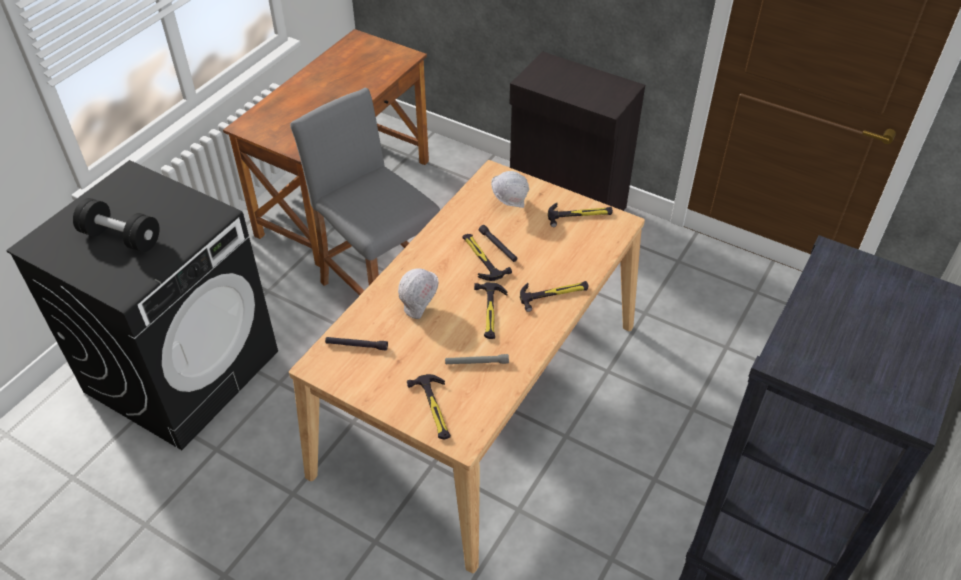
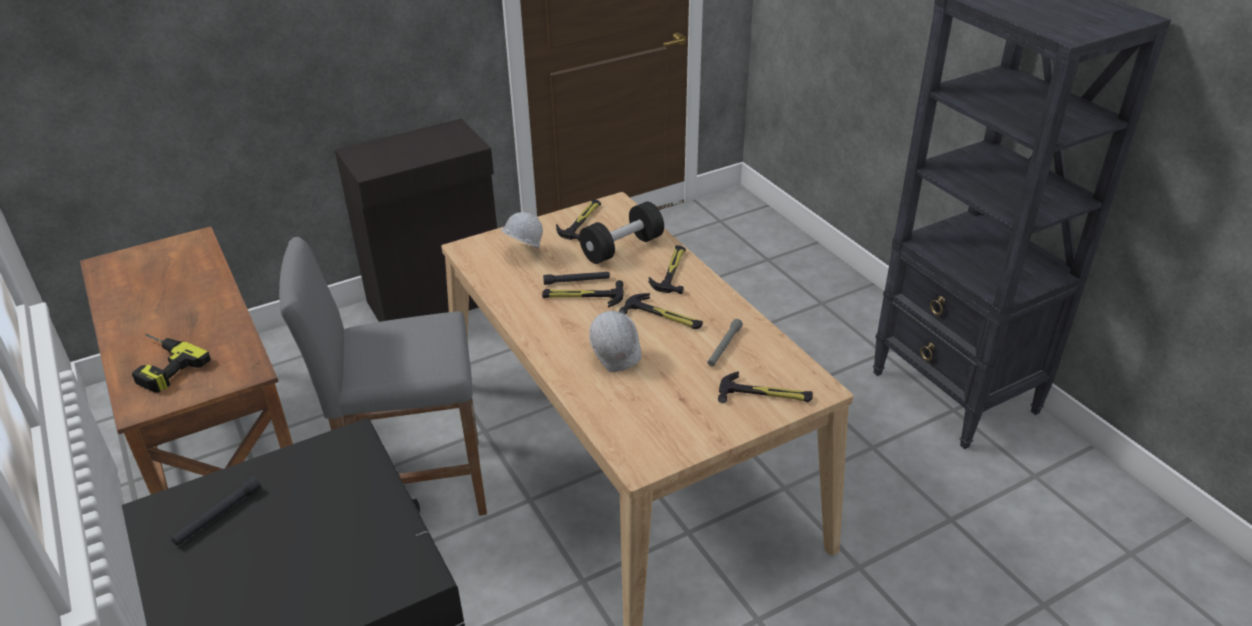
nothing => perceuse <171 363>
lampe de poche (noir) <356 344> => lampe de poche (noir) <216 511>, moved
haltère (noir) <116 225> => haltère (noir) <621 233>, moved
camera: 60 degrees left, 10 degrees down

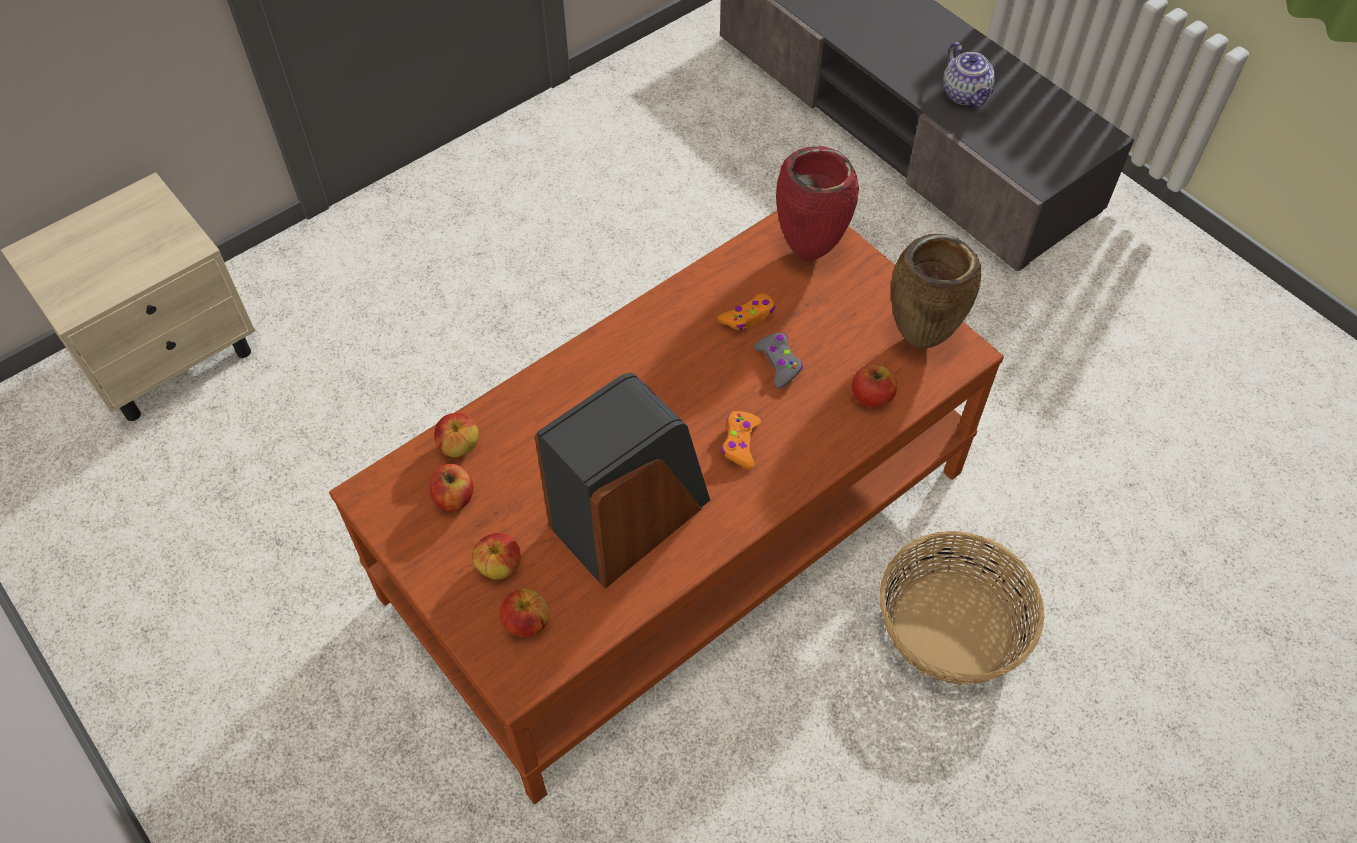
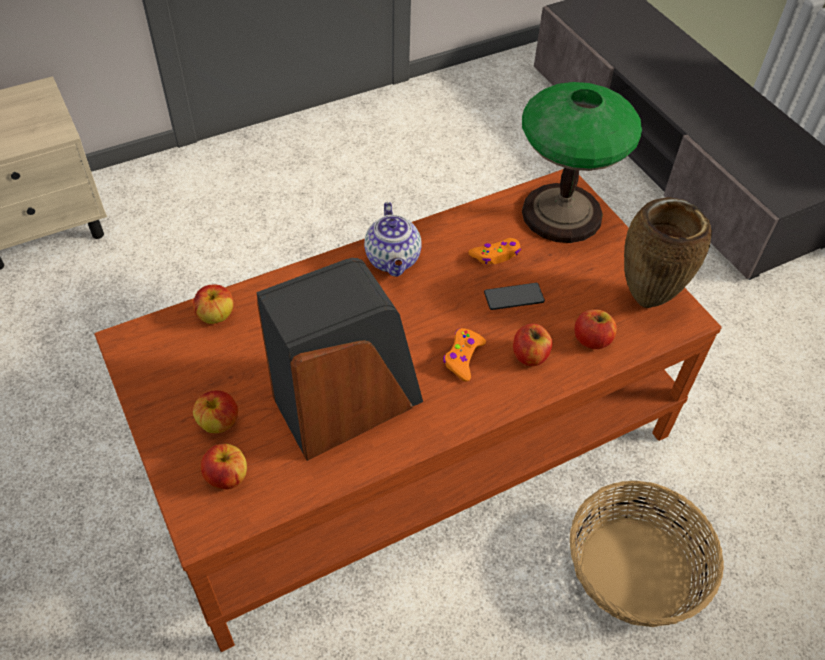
théière <969 74> => théière <393 239>, moved
manette (gris) <778 360> => téléphone <514 296>
pomme <451 487> => pomme <532 345>, moved
vase (rouge) <817 203> => lampe de table <582 162>
camera: 10 degrees right, 5 degrees down

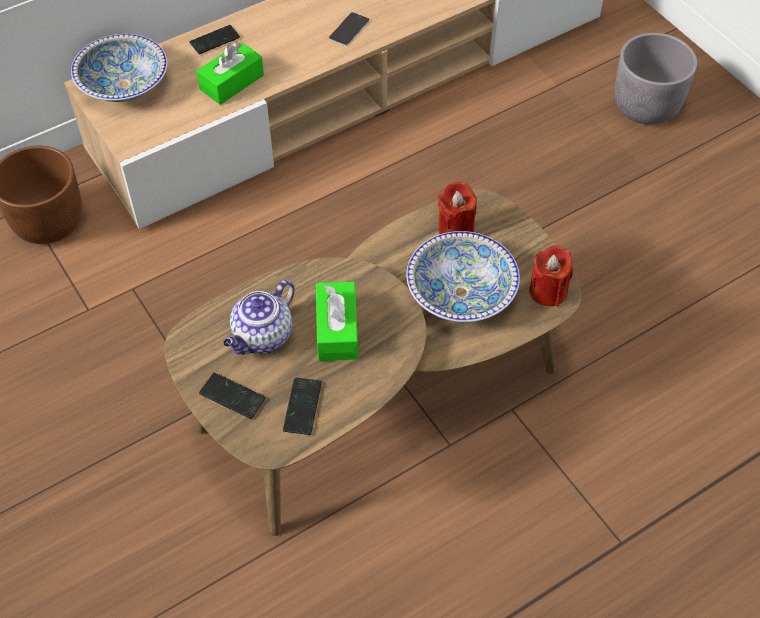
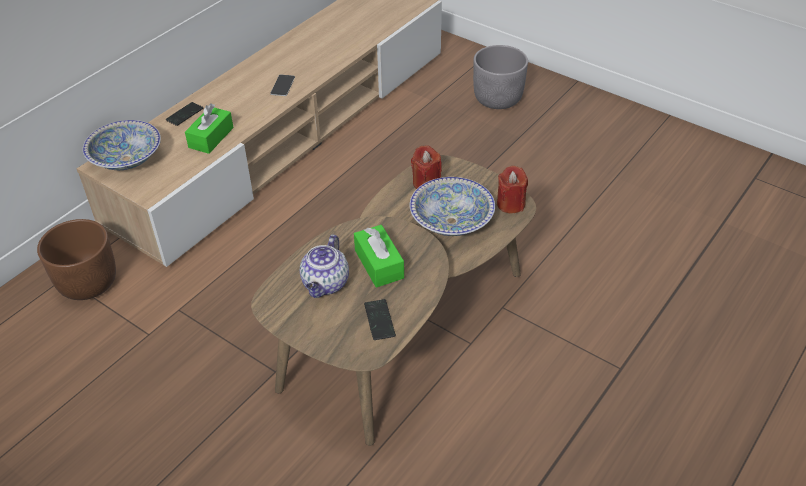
téléphone <232 396> => nothing
camera: 20 degrees left, 10 degrees down

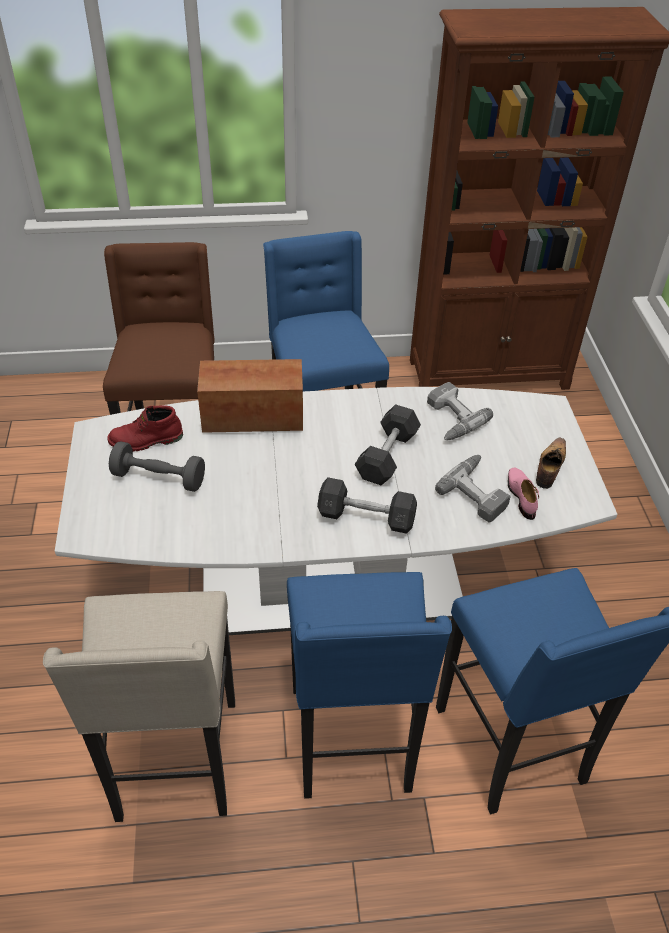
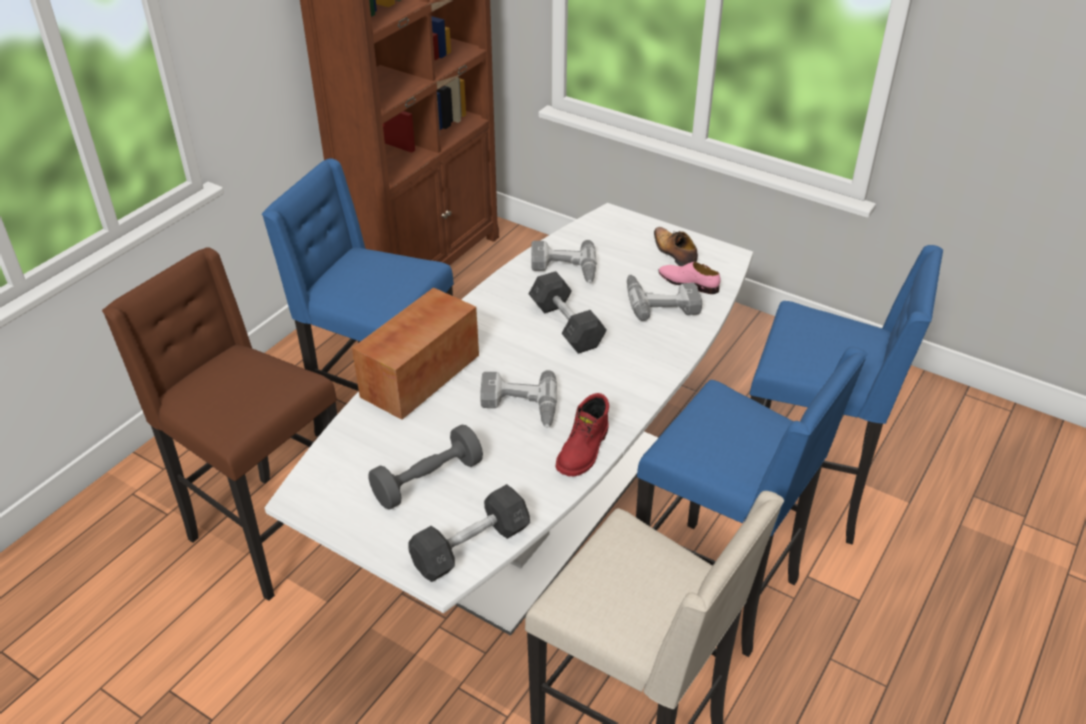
haltère (gris) <367 505> => haltère (gris) <469 533>, moved
nothing => perceuse <518 399>
botte (rouge) <145 428> => botte (rouge) <582 435>, moved
camera: 50 degrees left, 5 degrees down

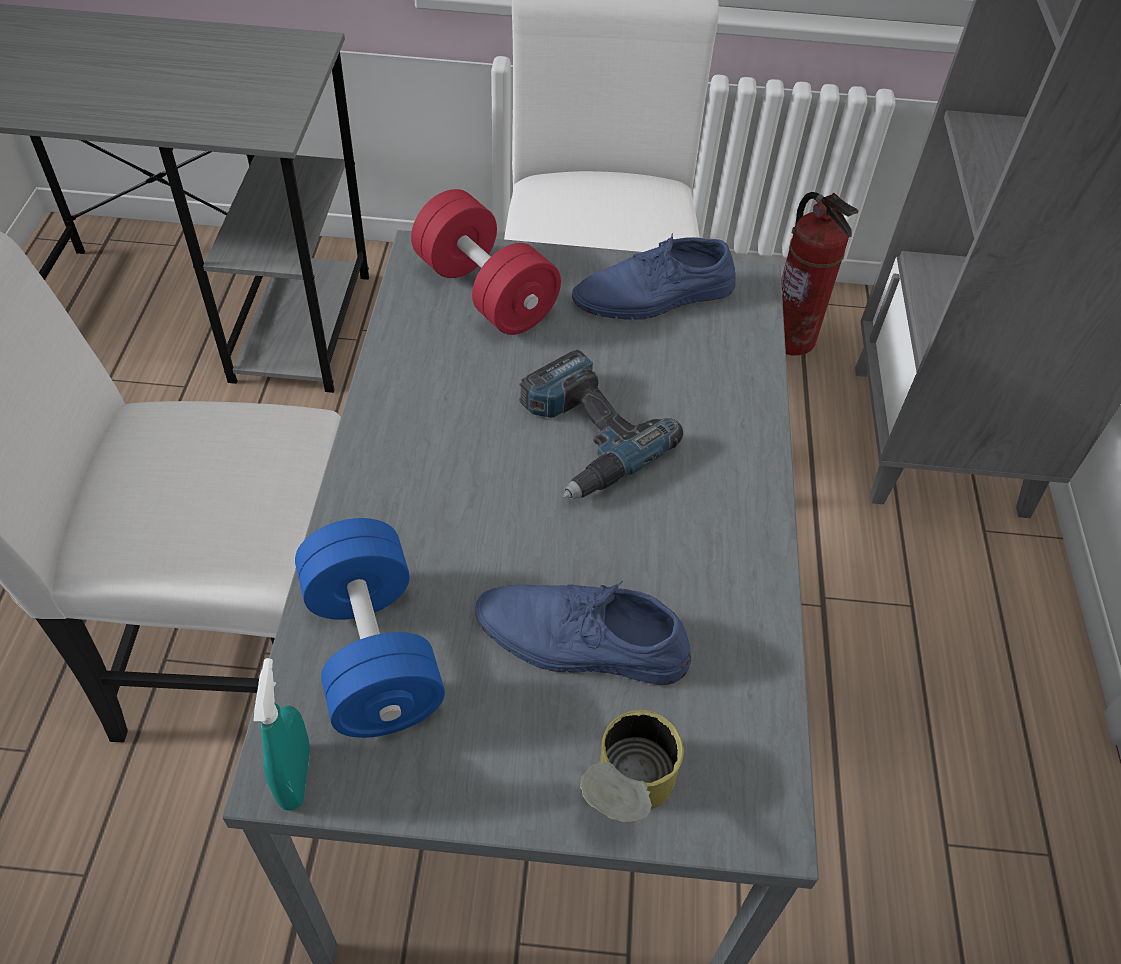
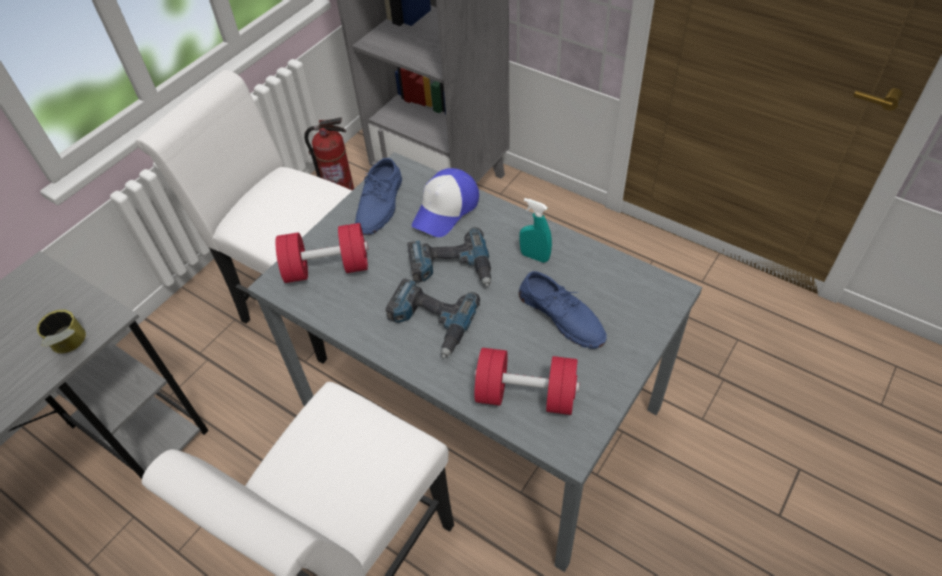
boîte métallique <632 766> => boîte métallique <61 331>, moved
nothing => perceuse <432 318>
nothing => casquette <445 202>
haltère (bleu) <370 628> => haltère (rouge) <526 381>
vaporisateur (turquoise) <282 734> => vaporisateur (turquoise) <535 230>, moved
chaussure (bleu) <583 632> => chaussure (bleu) <563 310>, 90 degrees counterclockwise
camera: 55 degrees left, 0 degrees up

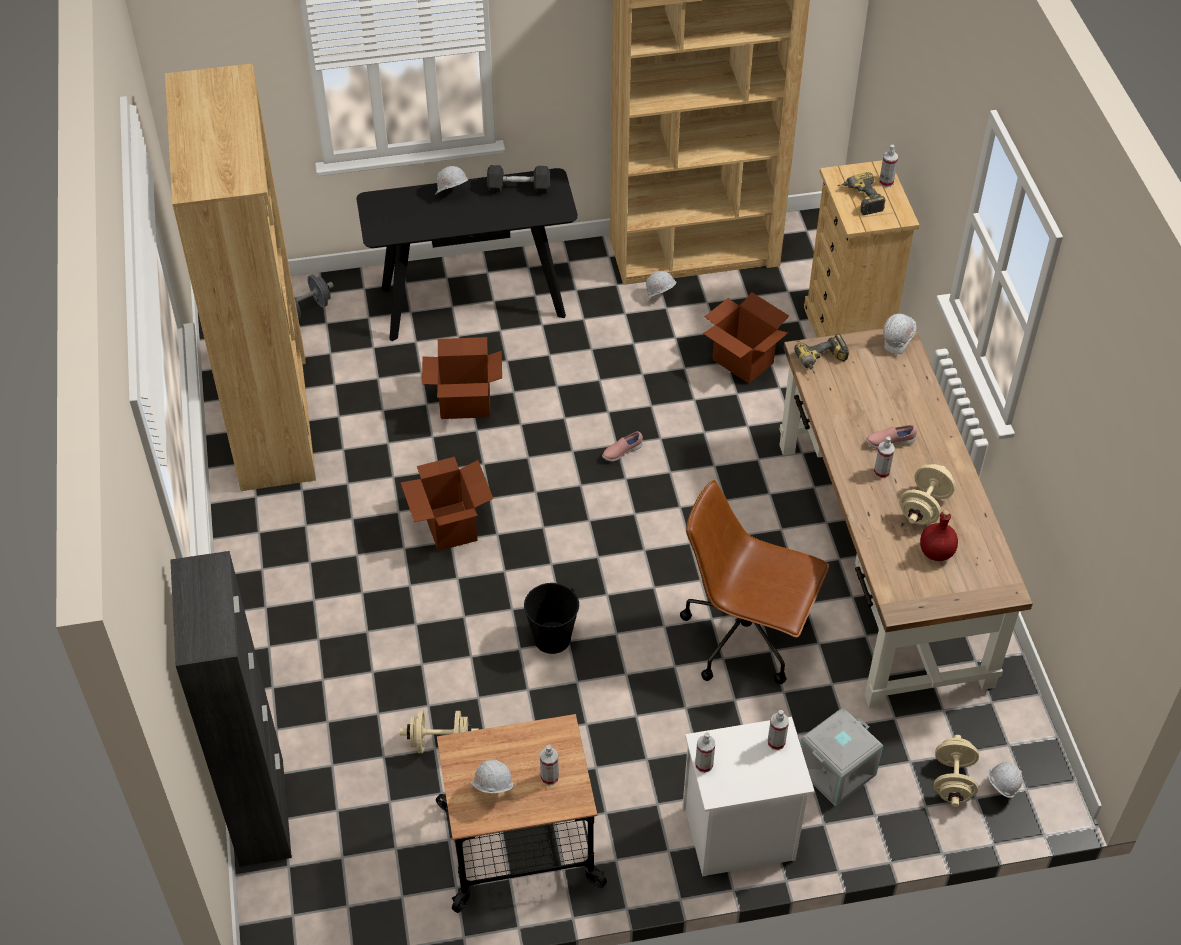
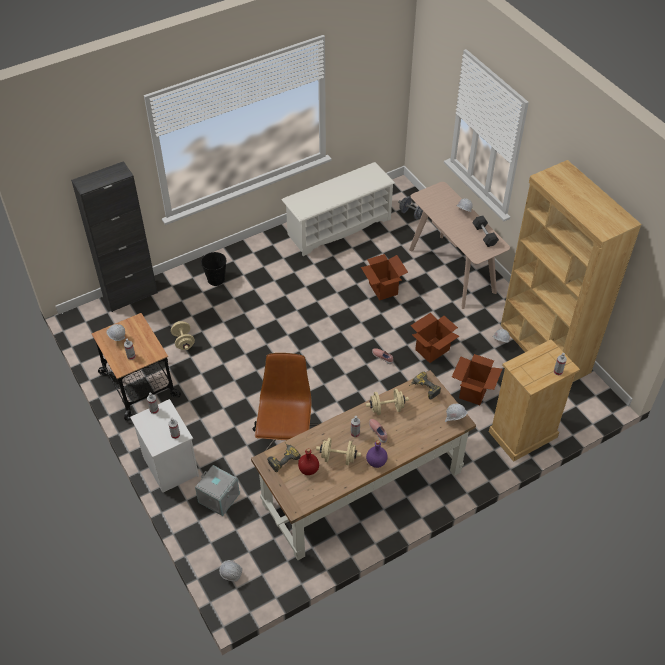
seau (noir) <551 618> => seau (noir) <214 269>, moved
perceuse <861 193> => perceuse <284 457>, moved
bibliothèque (marron) <240 277> => étagère à chaussures (blanc) <338 209>
haltère (beige) <956 771> => haltère (beige) <387 402>, moved
nothing => bouteille (violet) <377 454>
table console (noir) <467 254> => table console (beige) <459 245>
carton <446 504> => carton <435 338>, moved
camera: 70 degrees right, 0 degrees up

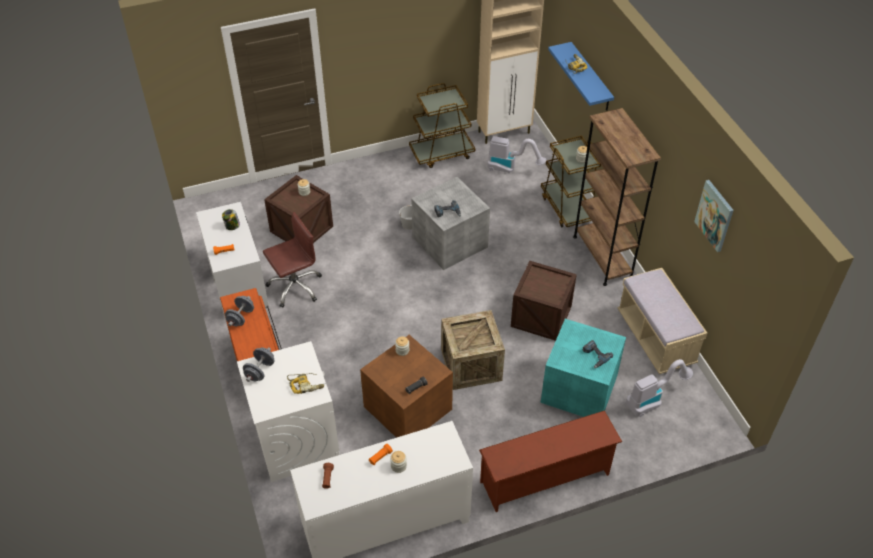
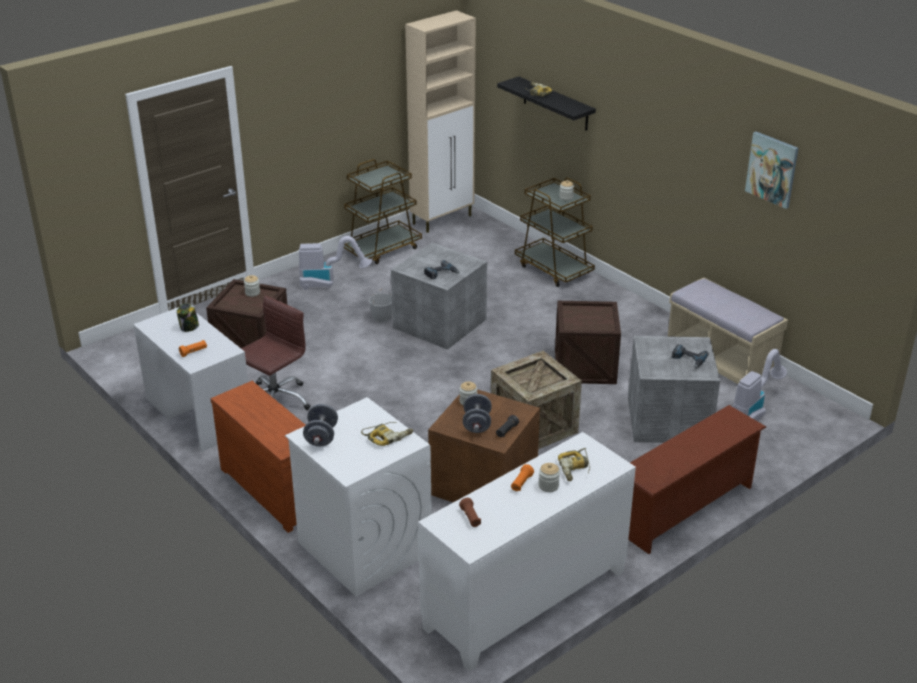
aspirateur <516 154> => aspirateur <335 263>, moved
haltère (gris) <239 311> => haltère (gris) <477 413>, moved
étagère (bleu) <581 76> => étagère (noir) <546 104>
nothing => perceuse <574 464>
boîte de rangement (turquoise) <583 368> => boîte de rangement (gris) <674 389>
bibliothèque (marron) <617 197> => nothing
camera: 20 degrees left, 15 degrees down

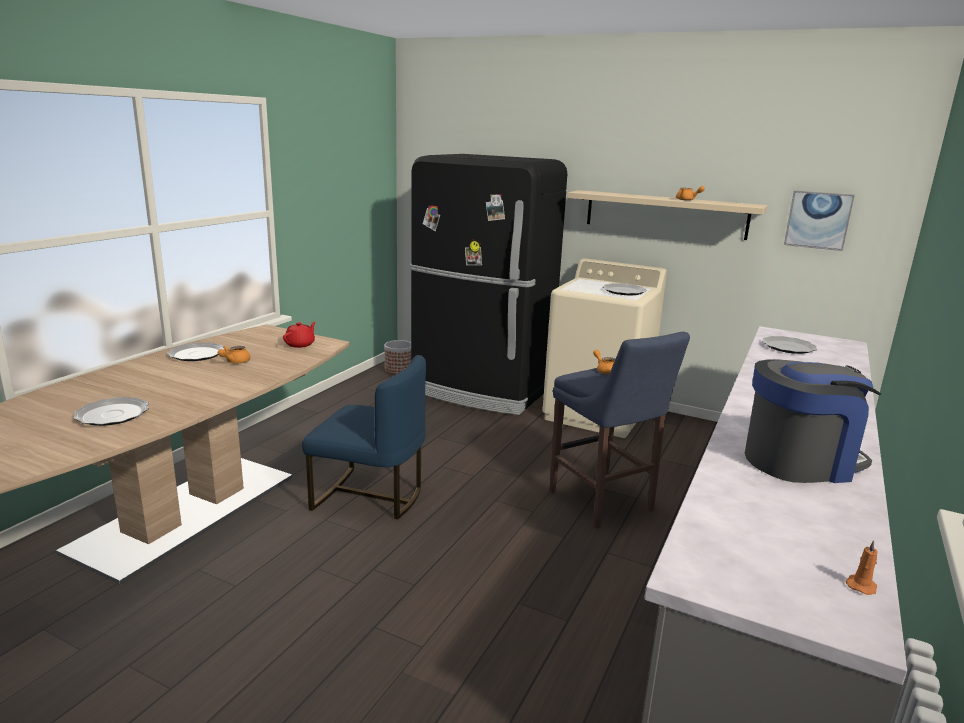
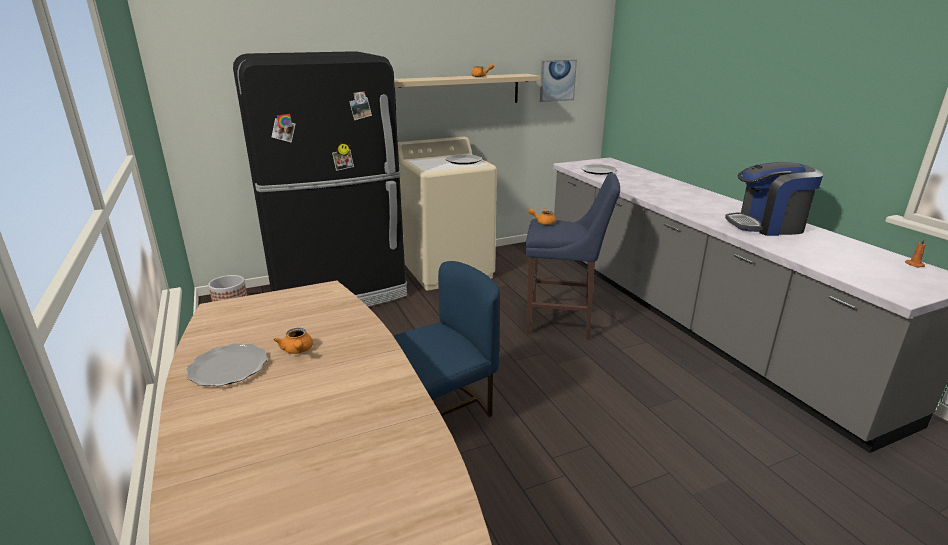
machine à café <813 421> => machine à café <774 199>, 120 degrees counterclockwise
assiette <111 411> => nothing
théière (rouge) <299 335> => nothing
camera: 50 degrees left, 5 degrees up

